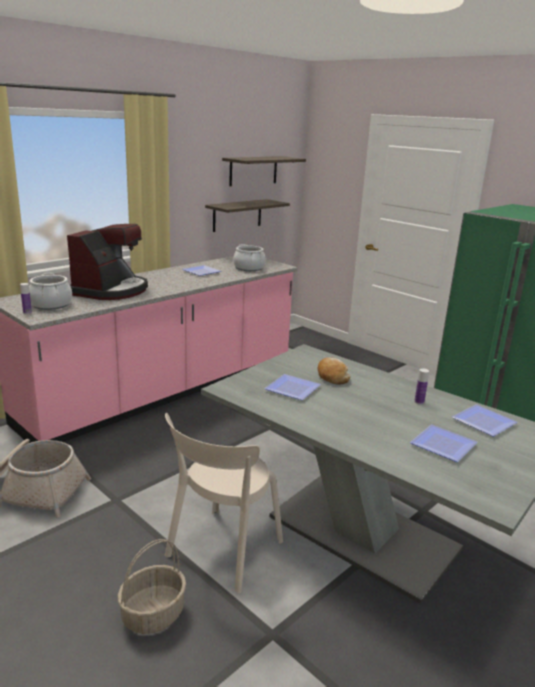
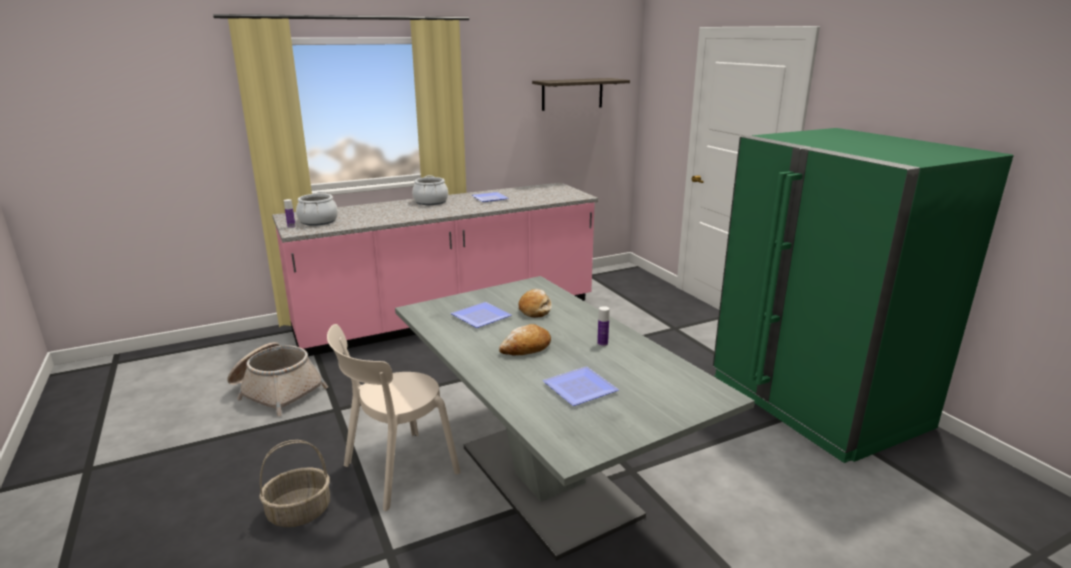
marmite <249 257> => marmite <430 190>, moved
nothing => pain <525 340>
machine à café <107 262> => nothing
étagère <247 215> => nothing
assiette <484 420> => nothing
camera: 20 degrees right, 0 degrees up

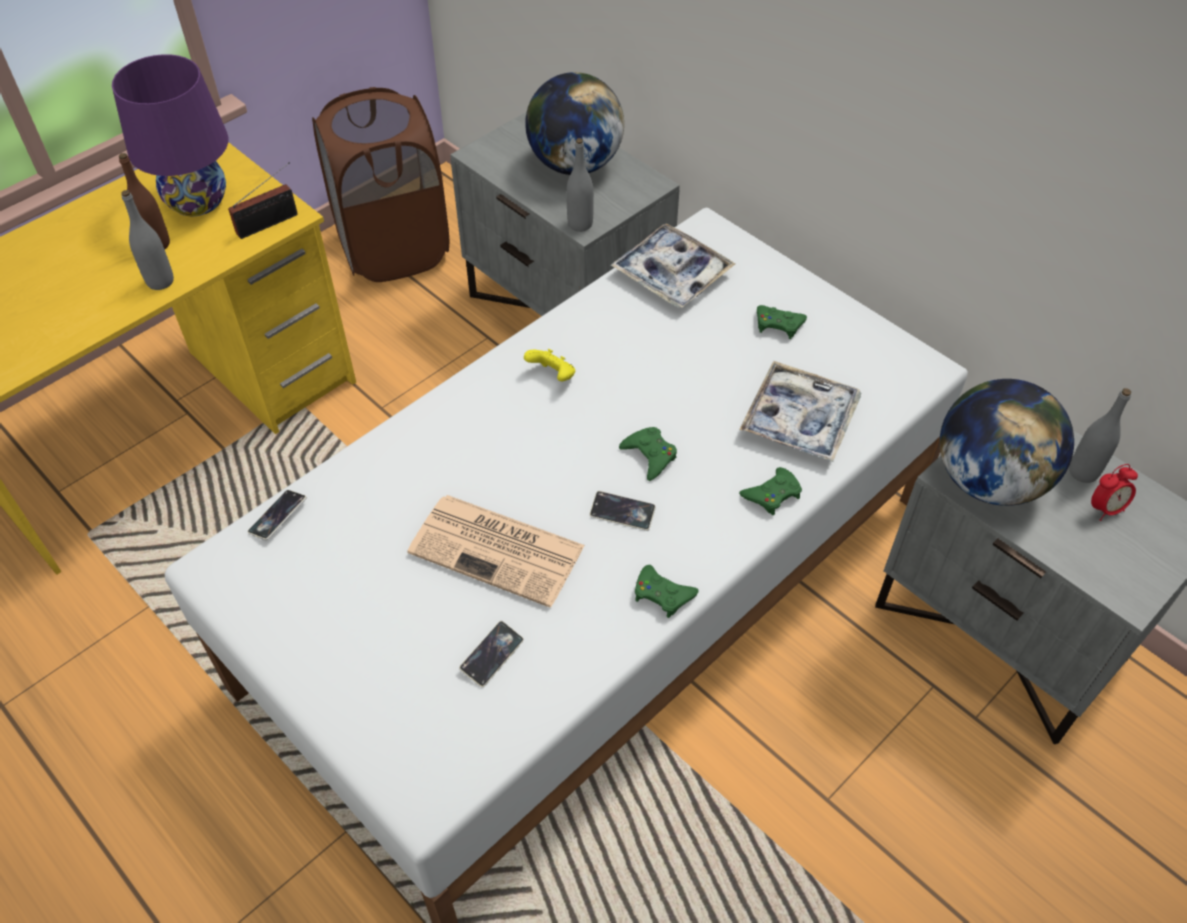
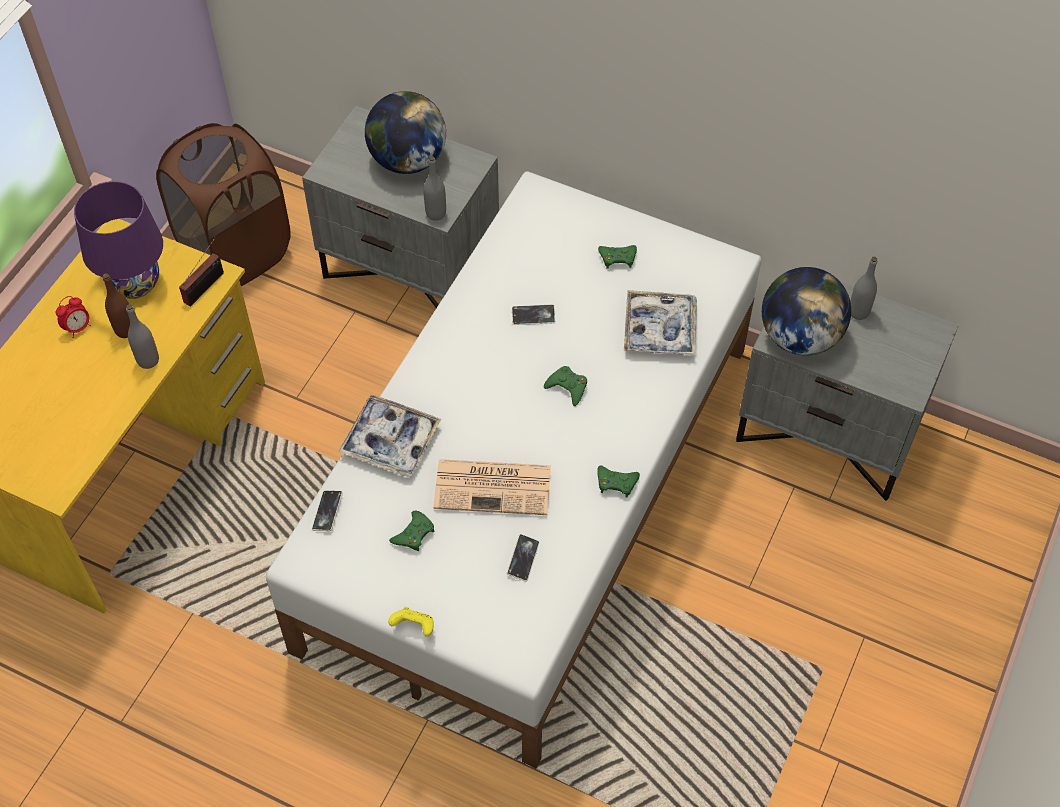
réveil <1114 492> => réveil <73 317>, moved
plateau <673 266> => plateau <389 435>, moved
manette (jaune) <549 365> => manette (jaune) <411 621>, moved
manette (vert) <770 491> => manette (vert) <411 531>, moved
téléphone <623 511> => téléphone <533 314>, moved
camera: 20 degrees left, 5 degrees up

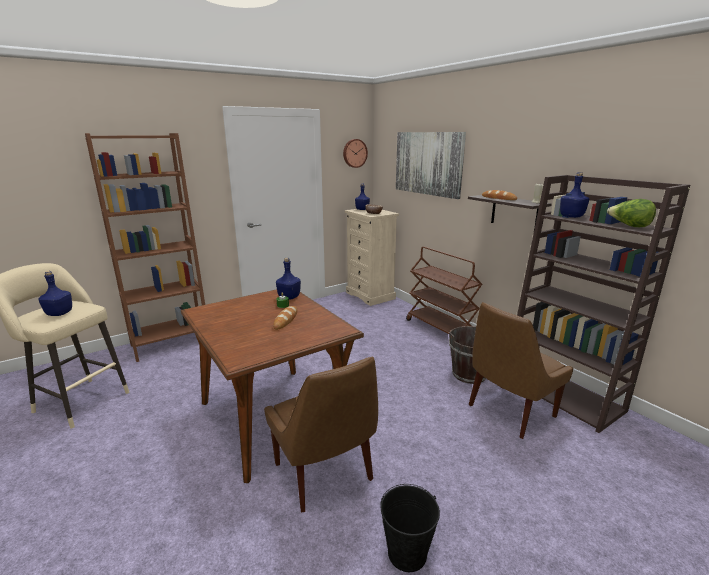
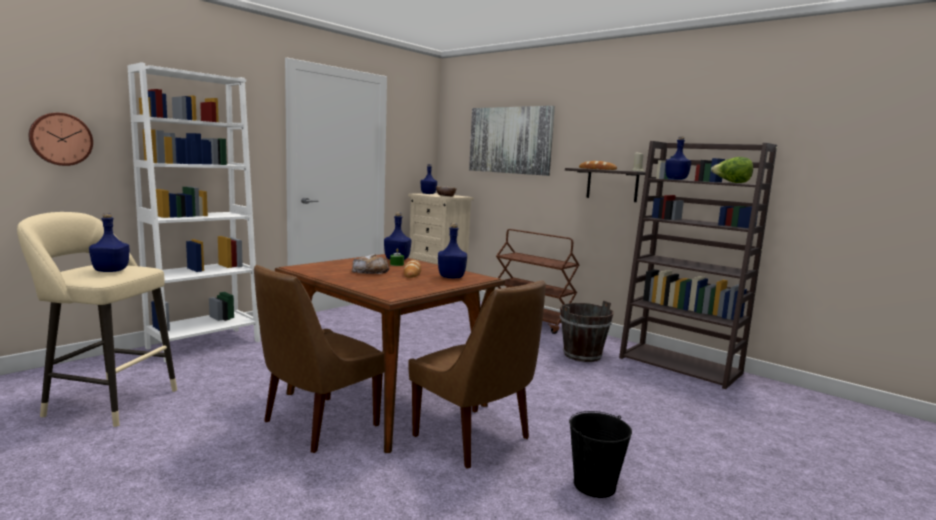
horloge murale <355 153> => horloge murale <61 139>, moved
bibliothèque (marron) <145 247> => bibliothèque (blanc) <193 212>
chaise (marron) <521 370> => chaise (marron) <319 359>, moved
nothing => pain <370 264>
nothing => bouteille (bleu) <452 250>
camera: 15 degrees left, 10 degrees down

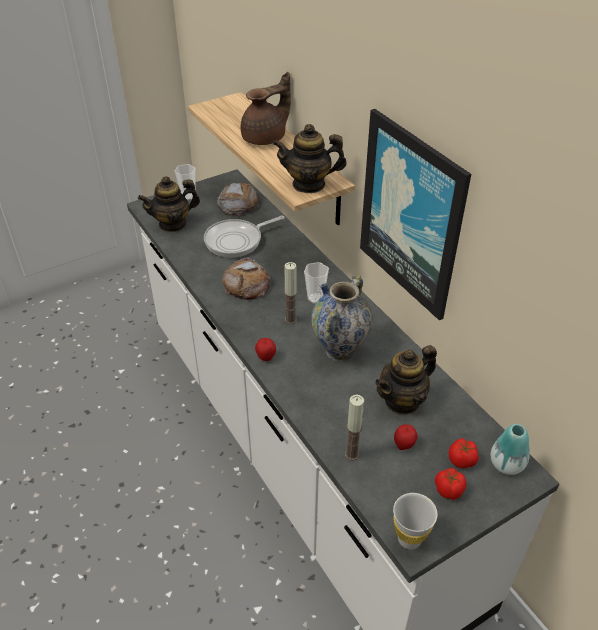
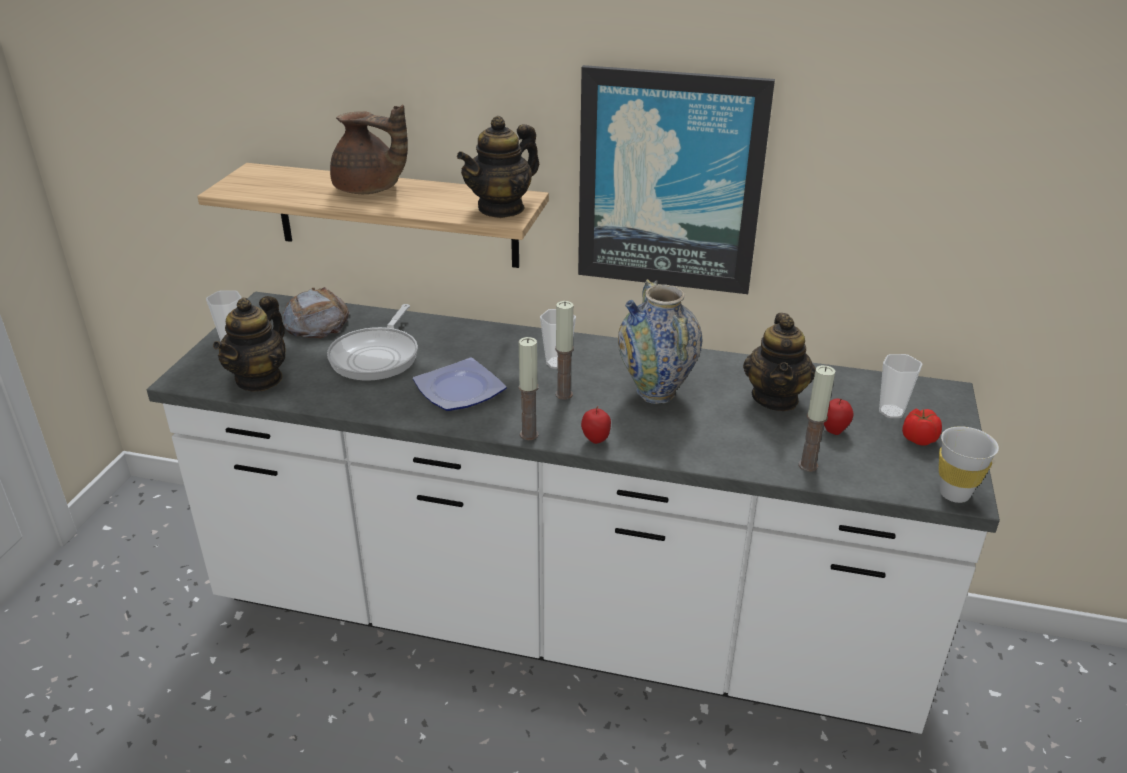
théière (marron) <266 108> => théière (marron) <369 149>, 105 degrees clockwise
pain <246 278> => assiette <460 384>
nothing => bougie <528 388>
tomate <464 453> => tasse <901 386>
vase <510 449> => nothing
camera: 45 degrees left, 10 degrees down

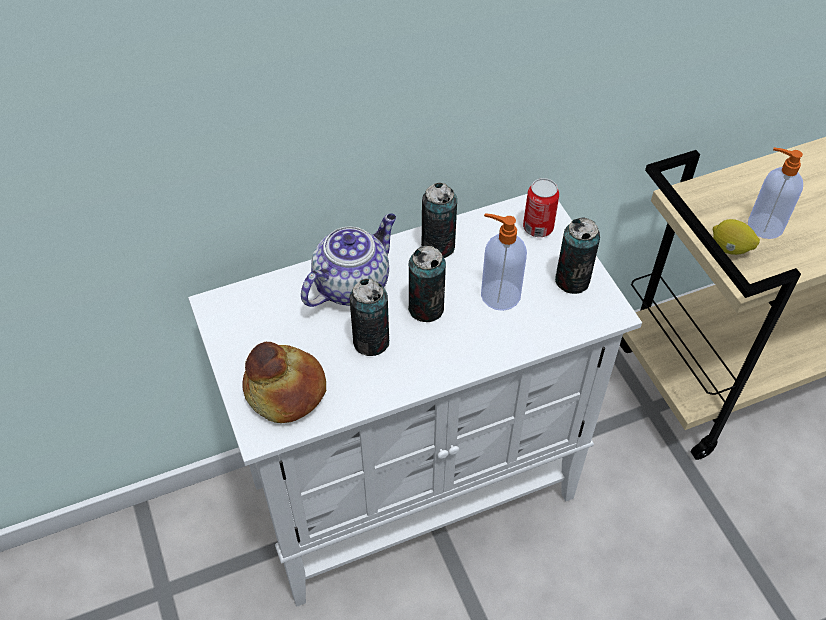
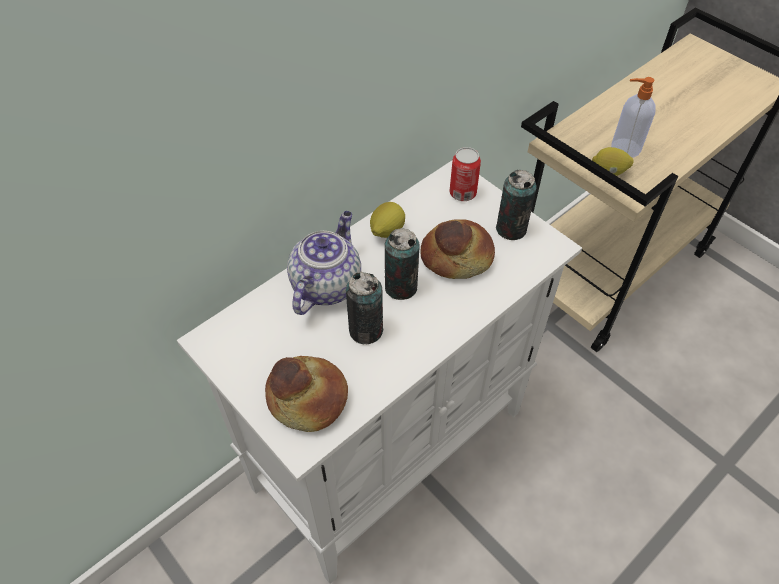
boîte métallique <439 220> => citron <387 220>
distributeur de savon <504 262> => pain <457 249>
camera: 20 degrees left, 0 degrees up

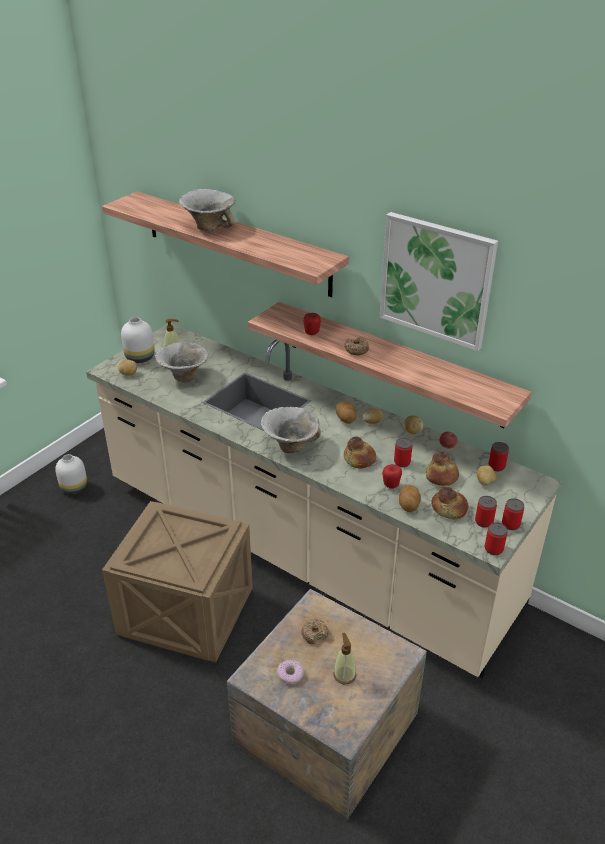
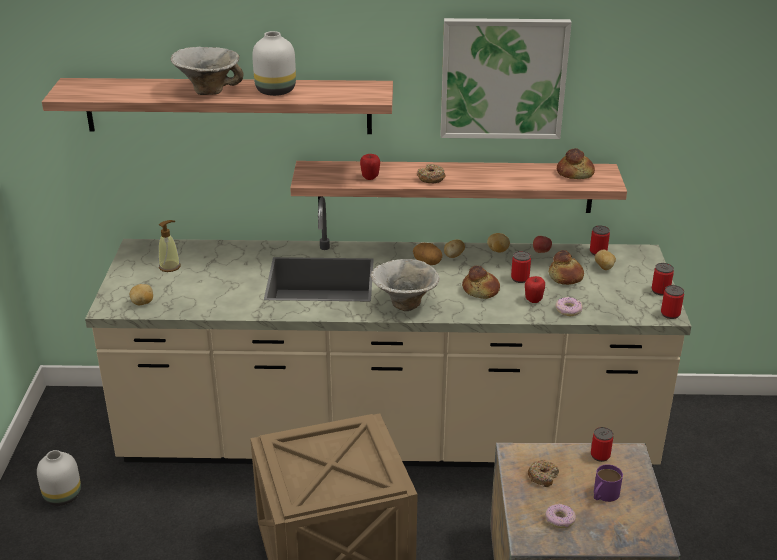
vase (blanc) <138 340> => vase (blanc) <274 63>, moved
pomme de terre <410 498> => beignet <568 306>
pain <449 503> => pain <576 163>, moved
boîte métallique <486 512> => boîte métallique <602 444>, moved
distributeur de savon <344 658> => mug (violet) <608 483>
bol <182 362> => nothing
camera: 35 degrees left, 5 degrees down

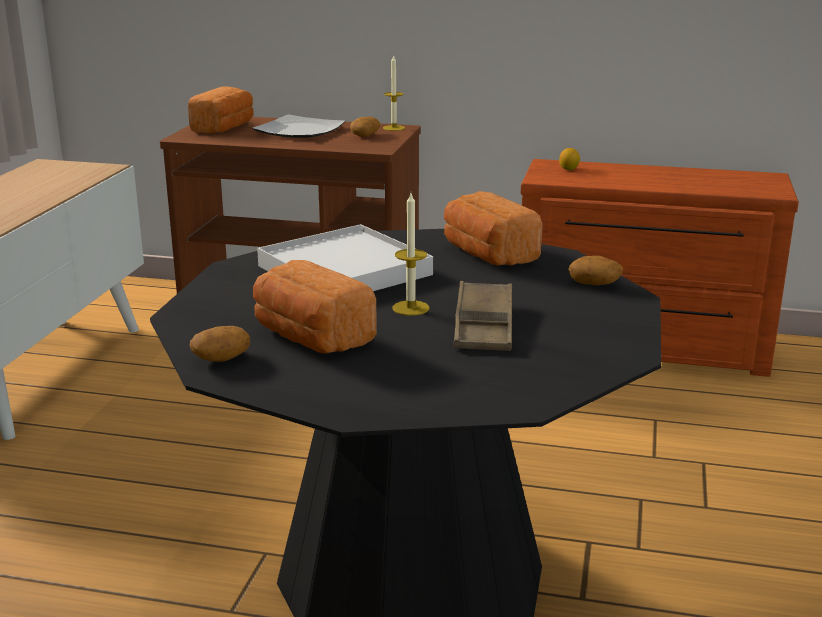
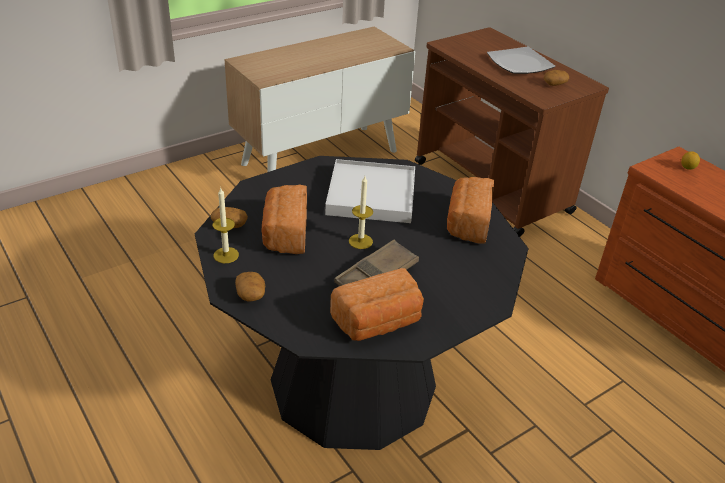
bougie <394 93> => bougie <226 225>, moved
pomme de terre <595 270> => pomme de terre <250 286>, moved
pain <220 109> => pain <377 304>, moved
camera: 40 degrees right, 15 degrees up

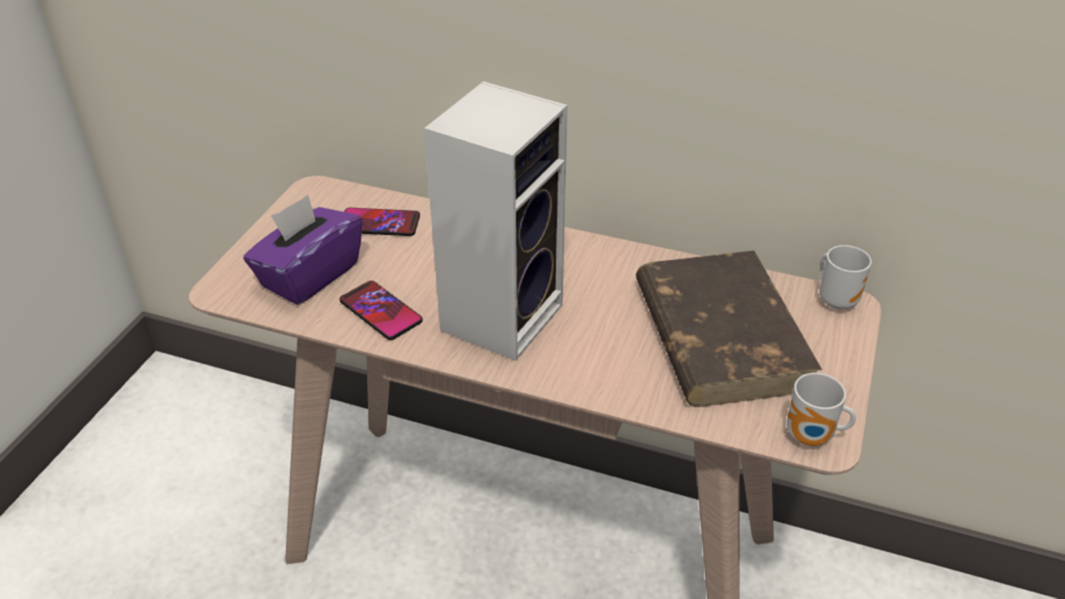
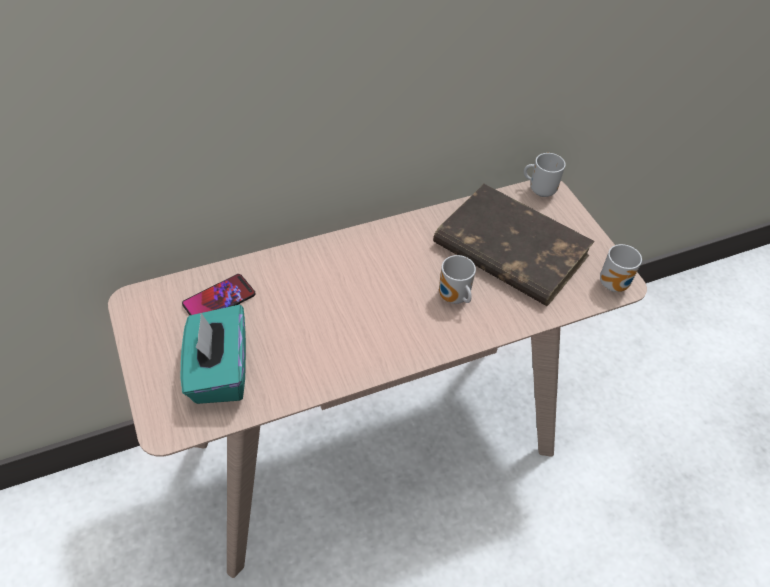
boîte à mouchoirs (violet) <303 249> => boîte à mouchoirs (turquoise) <213 354>
nothing => mug <457 279>
téléphone <381 310> => nothing
enceinte <496 221> => nothing
camera: 45 degrees left, 10 degrees up

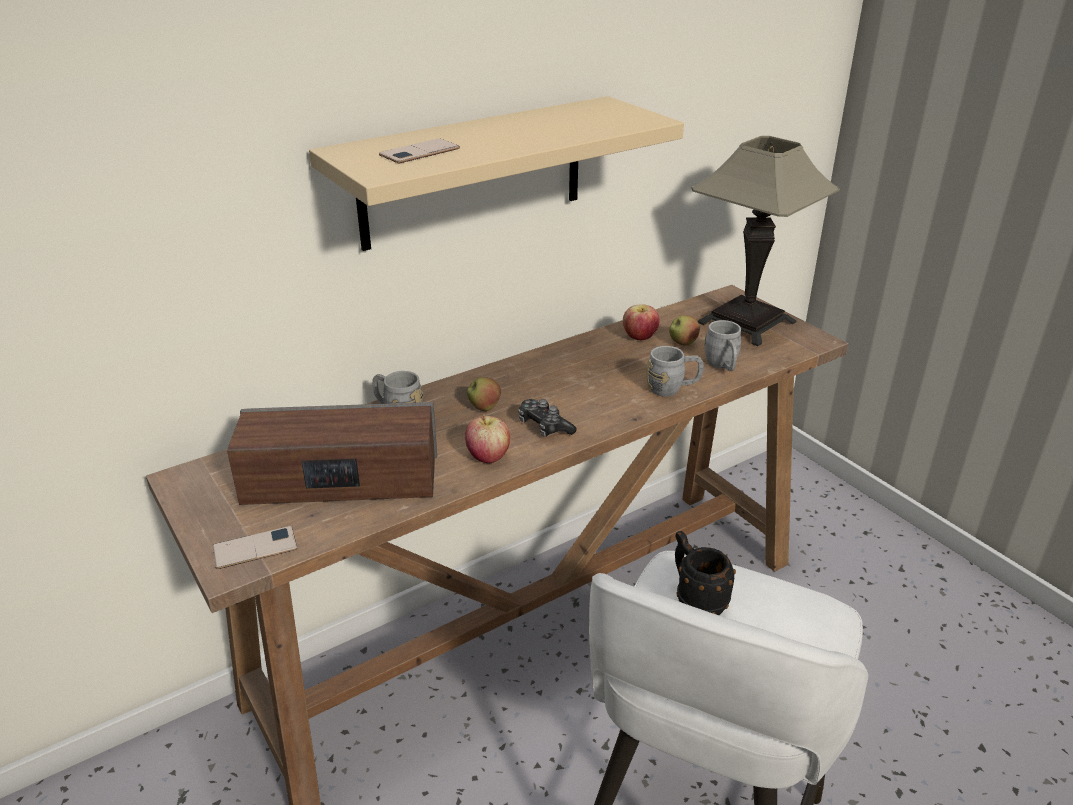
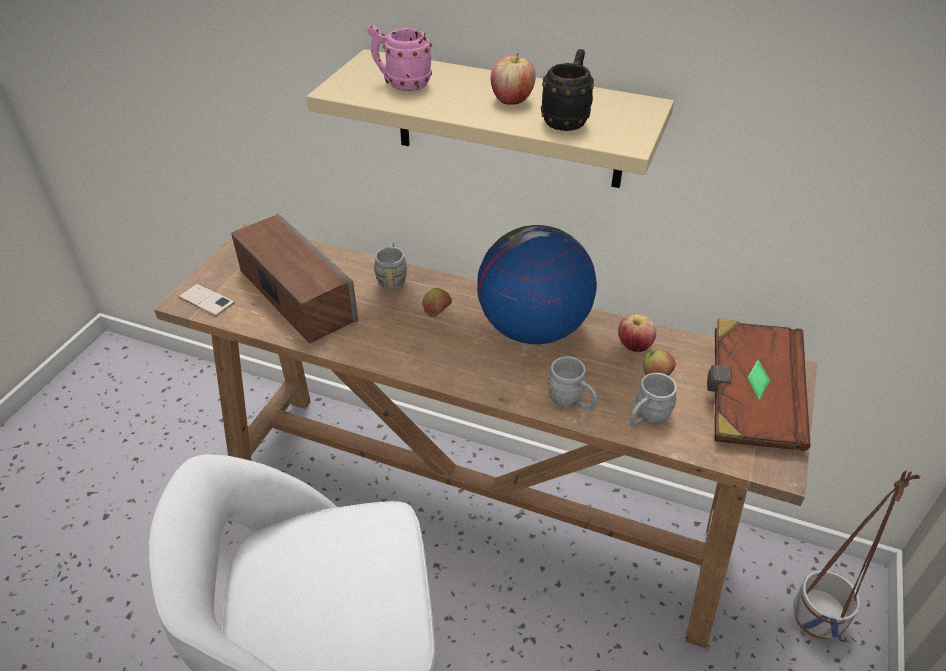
téléphone <419 150> => mug (rose) <399 58>
nothing => globe <537 284>
pomme <487 438> => pomme <513 78>, moved
mug (noir) <705 573> => mug (noir) <567 90>, moved
lampe de table <765 241> => livre (marron) <759 385>
nothing => cache-pot <857 554>
manette <547 418> => nothing
camera: 55 degrees right, 10 degrees up

